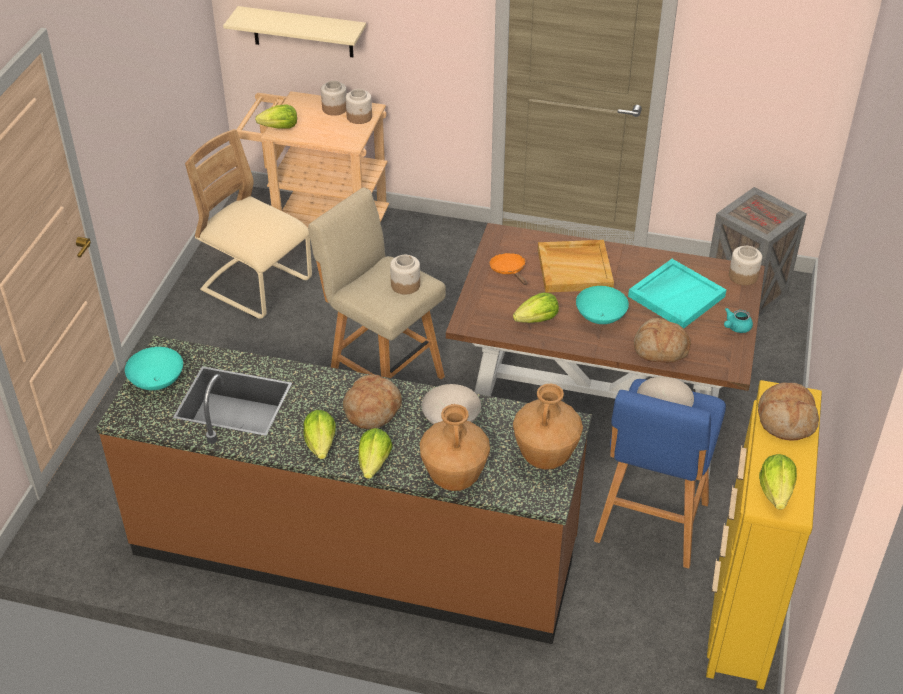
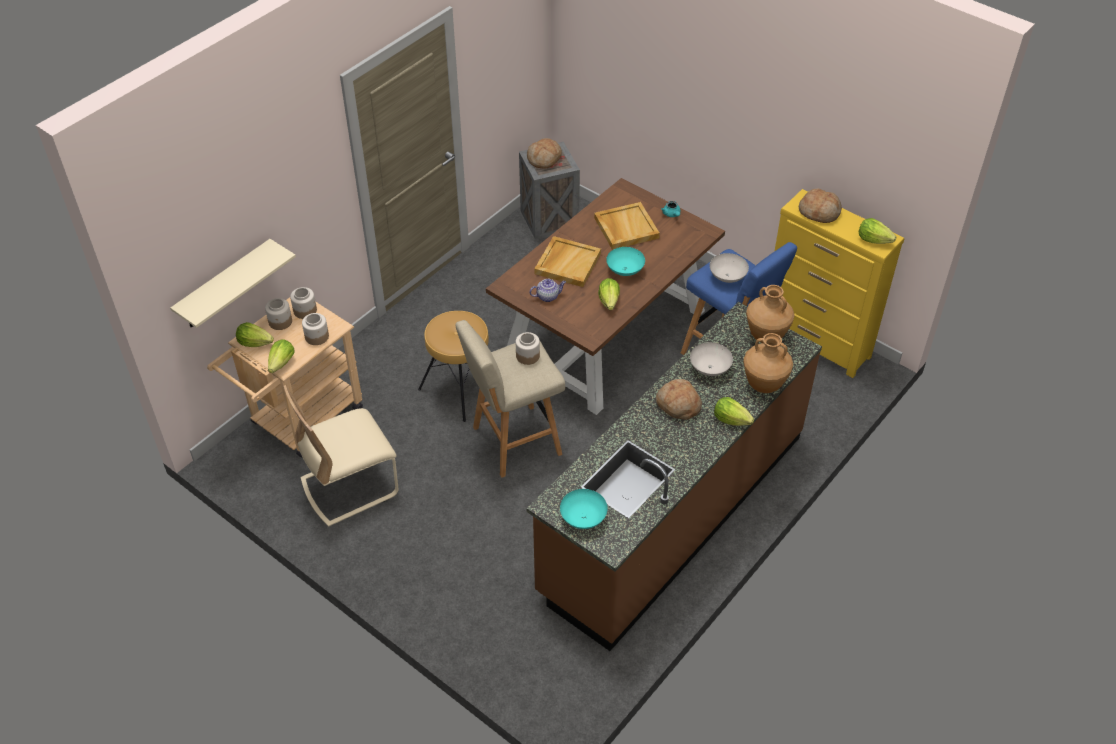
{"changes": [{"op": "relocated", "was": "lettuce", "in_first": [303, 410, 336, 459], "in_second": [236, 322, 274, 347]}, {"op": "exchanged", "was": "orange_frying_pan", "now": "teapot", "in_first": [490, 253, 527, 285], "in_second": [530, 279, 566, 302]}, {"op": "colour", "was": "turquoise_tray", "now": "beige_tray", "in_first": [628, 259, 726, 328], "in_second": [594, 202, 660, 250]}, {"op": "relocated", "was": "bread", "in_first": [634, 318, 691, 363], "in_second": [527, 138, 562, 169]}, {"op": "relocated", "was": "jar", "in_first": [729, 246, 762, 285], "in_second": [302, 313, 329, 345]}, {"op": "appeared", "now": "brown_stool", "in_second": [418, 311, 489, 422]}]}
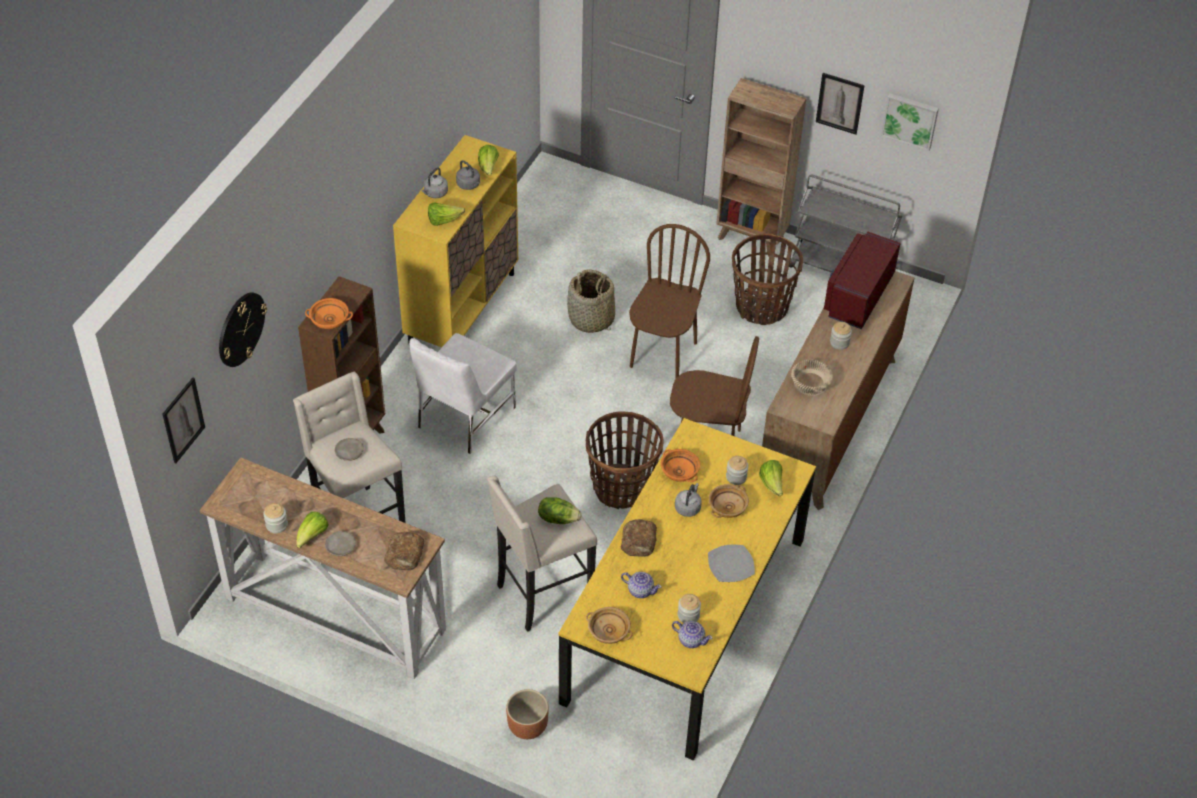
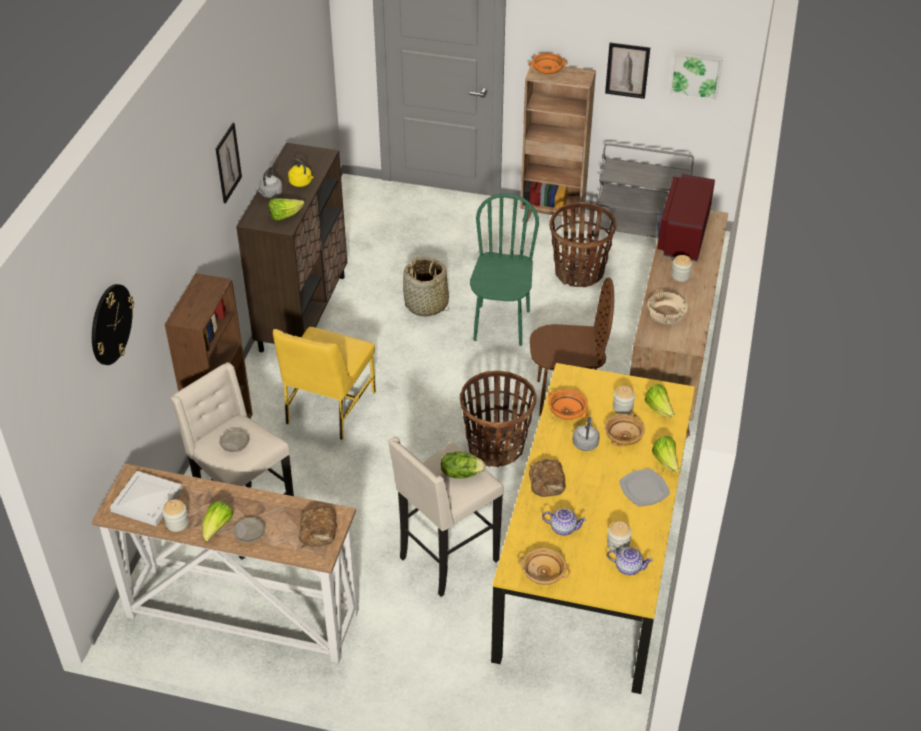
{"changes": [{"op": "relocated", "was": "picture", "in_first": [163, 378, 205, 463], "in_second": [216, 123, 242, 204]}, {"op": "relocated", "was": "orange_bowl", "in_first": [305, 298, 353, 329], "in_second": [529, 53, 568, 75]}, {"op": "colour", "was": "yellow_cabinet", "now": "brown_cabinet", "in_first": [393, 135, 518, 347], "in_second": [236, 143, 347, 352]}, {"op": "colour", "was": "white_chair", "now": "yellow_chair", "in_first": [409, 333, 517, 454], "in_second": [273, 327, 376, 440]}, {"op": "colour", "was": "grey_kettle", "now": "yellow_kettle", "in_first": [456, 160, 480, 190], "in_second": [288, 158, 313, 187]}, {"op": "relocated", "was": "lettuce", "in_first": [478, 145, 499, 176], "in_second": [652, 436, 679, 472]}, {"op": "missing", "was": "brown_planter", "in_first": [506, 689, 549, 739]}, {"op": "colour", "was": "brown_chair", "now": "green_chair", "in_first": [629, 224, 710, 378], "in_second": [470, 193, 539, 346]}, {"op": "appeared", "now": "white_tray", "in_second": [110, 471, 182, 526]}]}
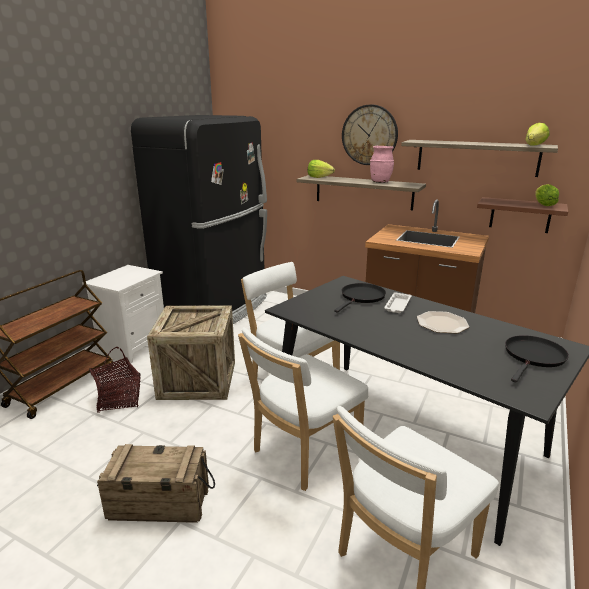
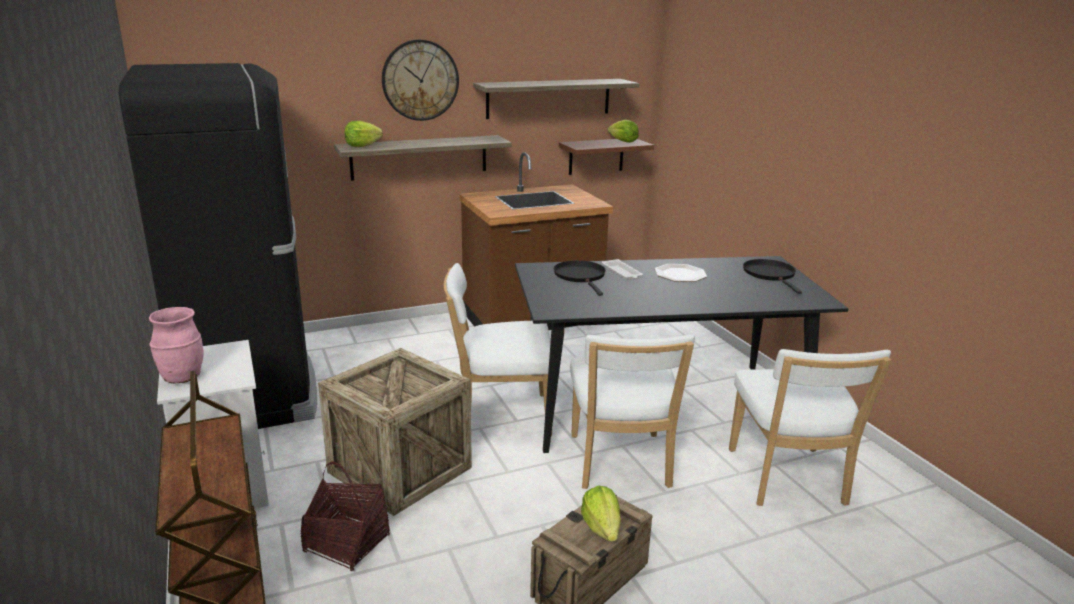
{"changes": [{"op": "relocated", "was": "pink_vase", "in_first": [370, 146, 394, 183], "in_second": [149, 307, 204, 384]}, {"op": "relocated", "was": "lettuce", "in_first": [525, 123, 549, 146], "in_second": [581, 486, 621, 541]}]}
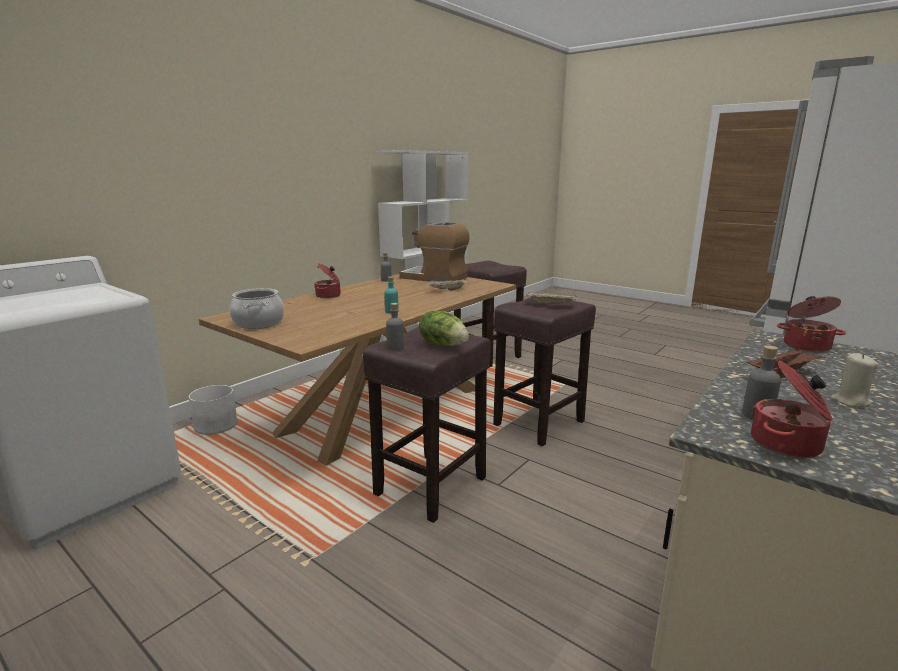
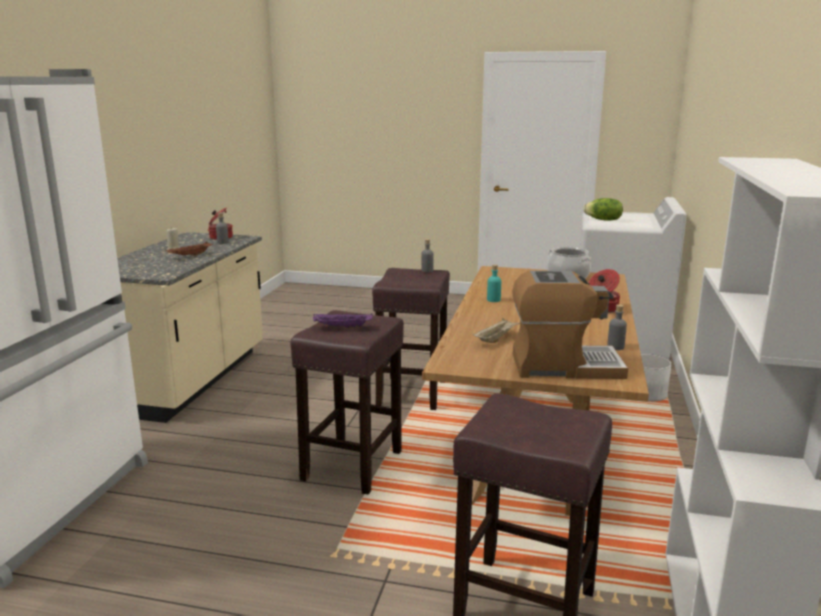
{"changes": [{"op": "relocated", "was": "lettuce", "in_first": [419, 311, 469, 347], "in_second": [583, 198, 623, 221]}, {"op": "colour", "was": "beige_tray", "now": "purple_tray", "in_first": [526, 292, 577, 306], "in_second": [313, 313, 373, 329]}, {"op": "missing", "was": "cooking_pot", "in_first": [777, 296, 846, 352]}]}
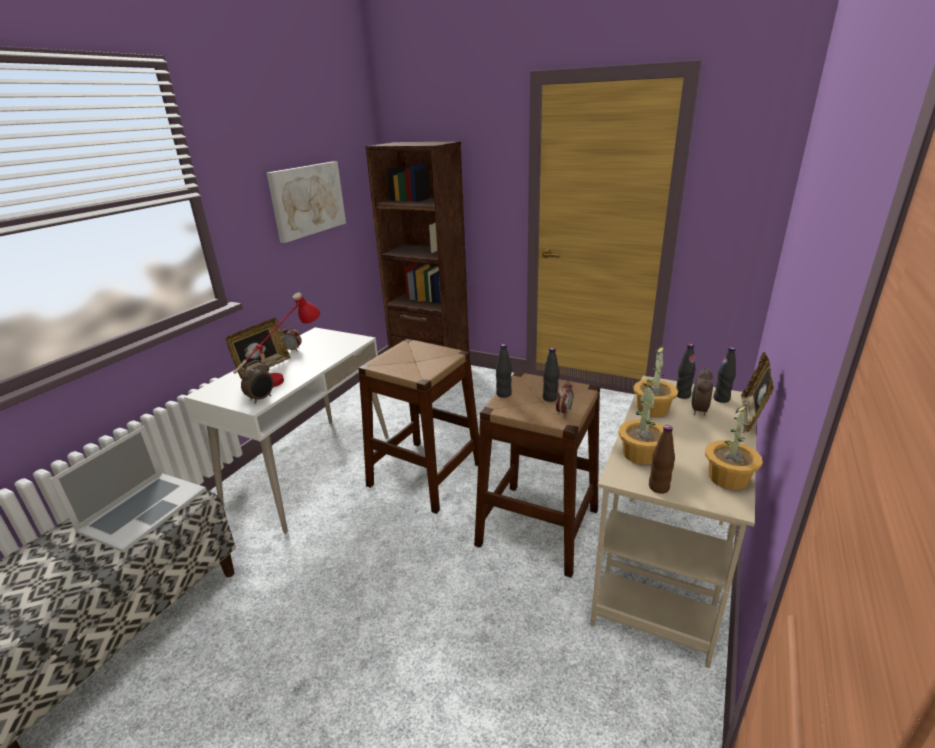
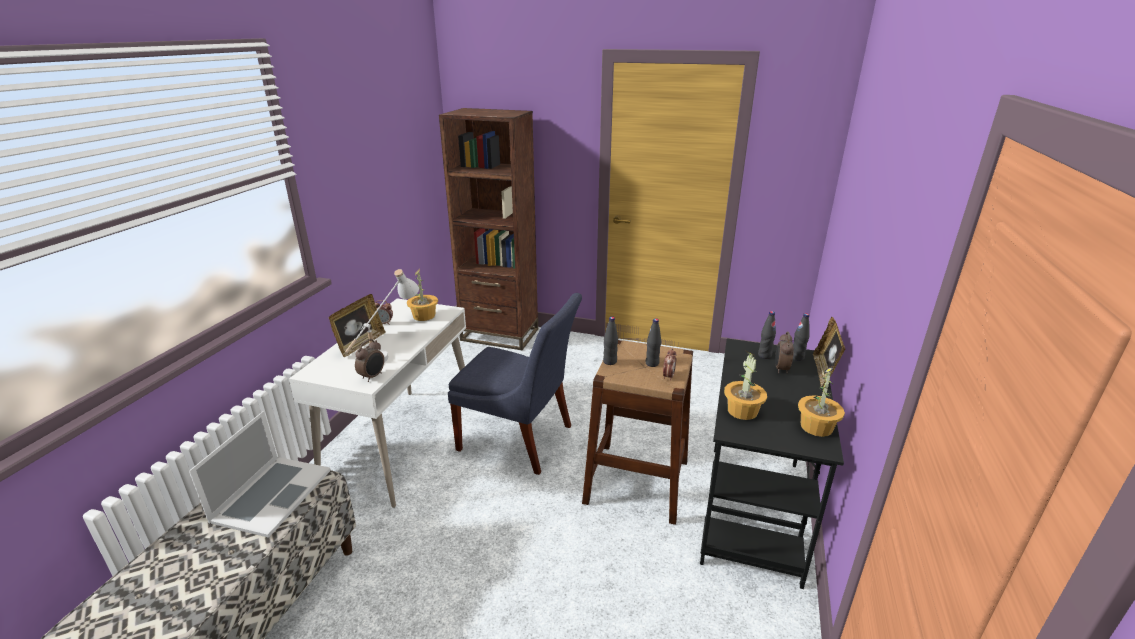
{"changes": [{"op": "colour", "was": "red_table_lamp", "now": "white_table_lamp", "in_first": [233, 292, 320, 387], "in_second": [345, 269, 419, 362]}, {"op": "missing", "was": "picture", "in_first": [267, 161, 346, 243]}, {"op": "exchanged", "was": "brown_stool", "now": "blue_chair", "in_first": [358, 339, 479, 514], "in_second": [448, 293, 582, 475]}, {"op": "colour", "was": "beige_desk", "now": "black_desk", "in_first": [590, 376, 756, 668], "in_second": [700, 338, 844, 589]}, {"op": "relocated", "was": "potted_plant", "in_first": [633, 345, 678, 417], "in_second": [407, 269, 438, 321]}, {"op": "missing", "was": "brown_bottle", "in_first": [649, 425, 675, 494]}]}
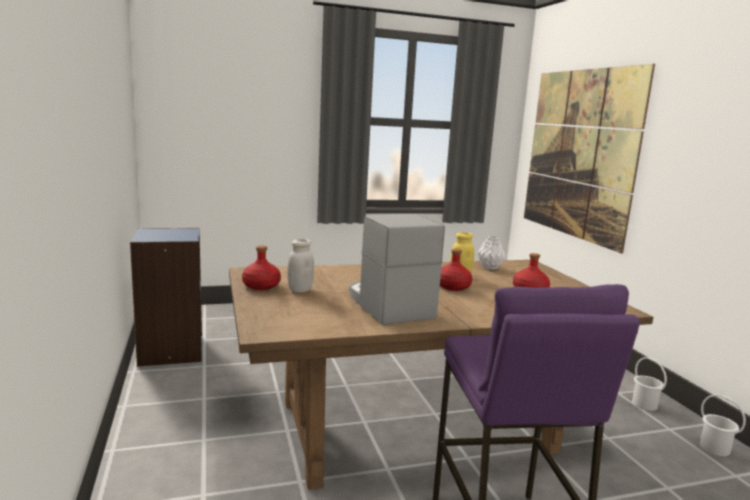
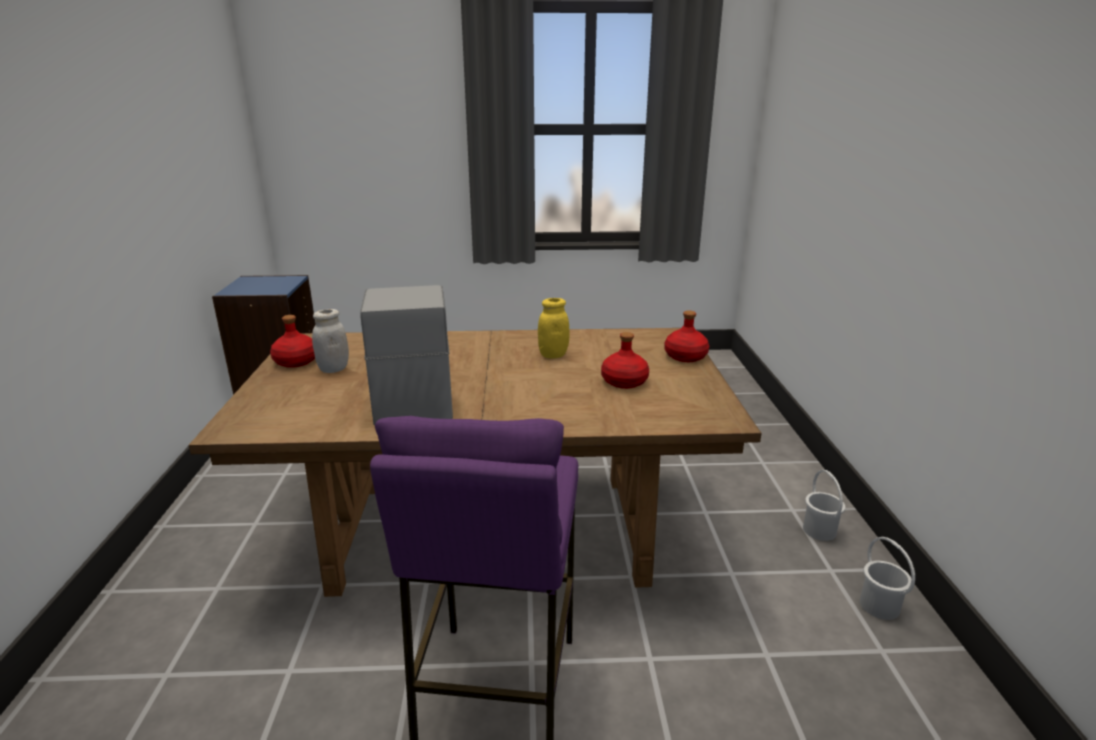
{"changes": [{"op": "relocated", "was": "red_bottle", "in_first": [440, 249, 472, 291], "in_second": [664, 310, 709, 362]}, {"op": "missing", "was": "white_vase", "in_first": [478, 236, 506, 269]}, {"op": "missing", "was": "picture", "in_first": [524, 64, 655, 253]}]}
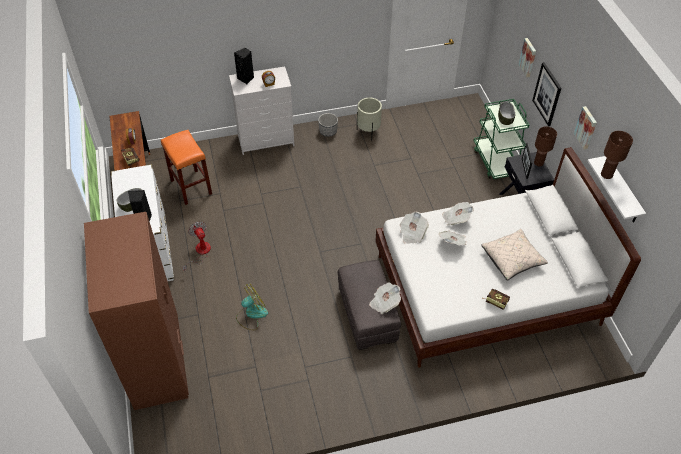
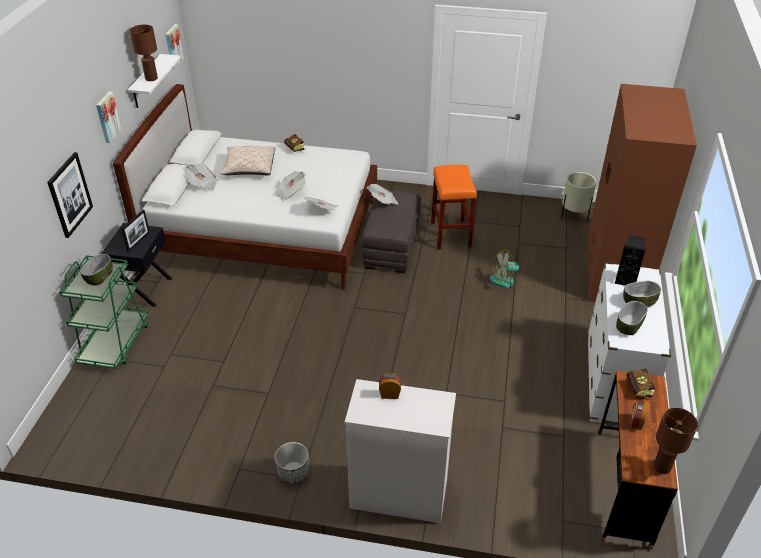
{"changes": [{"op": "relocated", "was": "orange_stool", "in_first": [161, 130, 212, 205], "in_second": [431, 165, 477, 249]}, {"op": "missing", "was": "fan", "in_first": [182, 221, 211, 271]}, {"op": "missing", "was": "black_speaker", "in_first": [234, 48, 254, 85]}, {"op": "relocated", "was": "beige_planter", "in_first": [357, 98, 382, 141], "in_second": [561, 172, 597, 222]}, {"op": "relocated", "was": "newspaper", "in_first": [442, 202, 474, 225], "in_second": [185, 164, 218, 191]}, {"op": "relocated", "was": "picture", "in_first": [519, 38, 536, 77], "in_second": [165, 24, 184, 69]}, {"op": "relocated", "was": "brown_table_lamp", "in_first": [534, 126, 557, 166], "in_second": [653, 408, 698, 474]}, {"op": "appeared", "now": "bowl", "in_second": [616, 301, 648, 335]}]}
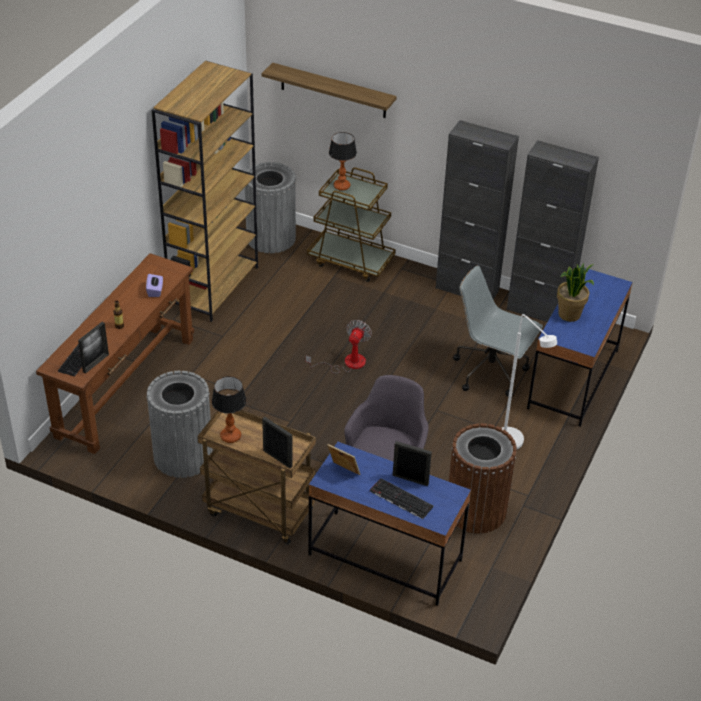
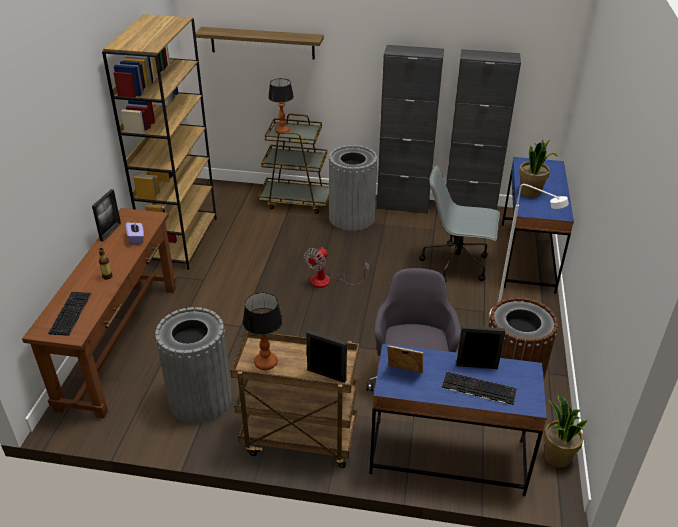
{"changes": [{"op": "relocated", "was": "picture_frame", "in_first": [78, 322, 109, 374], "in_second": [92, 189, 121, 242]}, {"op": "relocated", "was": "grey_trash_can", "in_first": [245, 162, 296, 253], "in_second": [329, 145, 378, 231]}, {"op": "spun", "was": "fan", "in_first": [306, 320, 372, 374], "in_second": [304, 247, 369, 288], "clockwise": -150}, {"op": "appeared", "now": "potted_plant", "in_second": [544, 395, 588, 468]}]}
